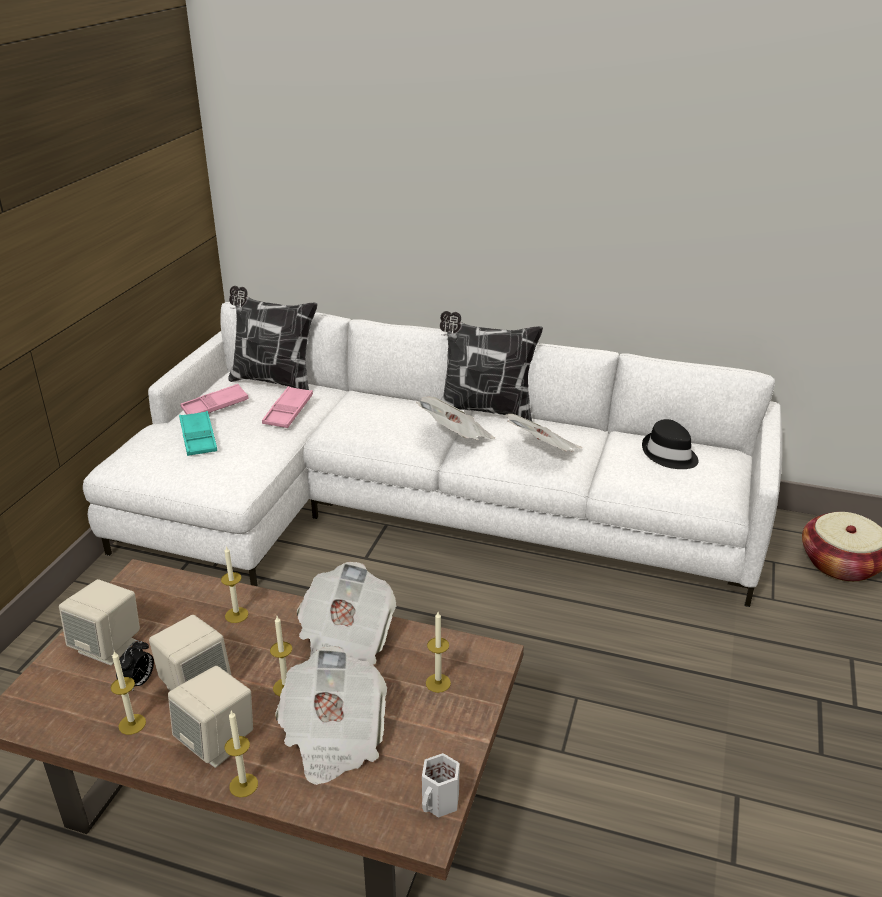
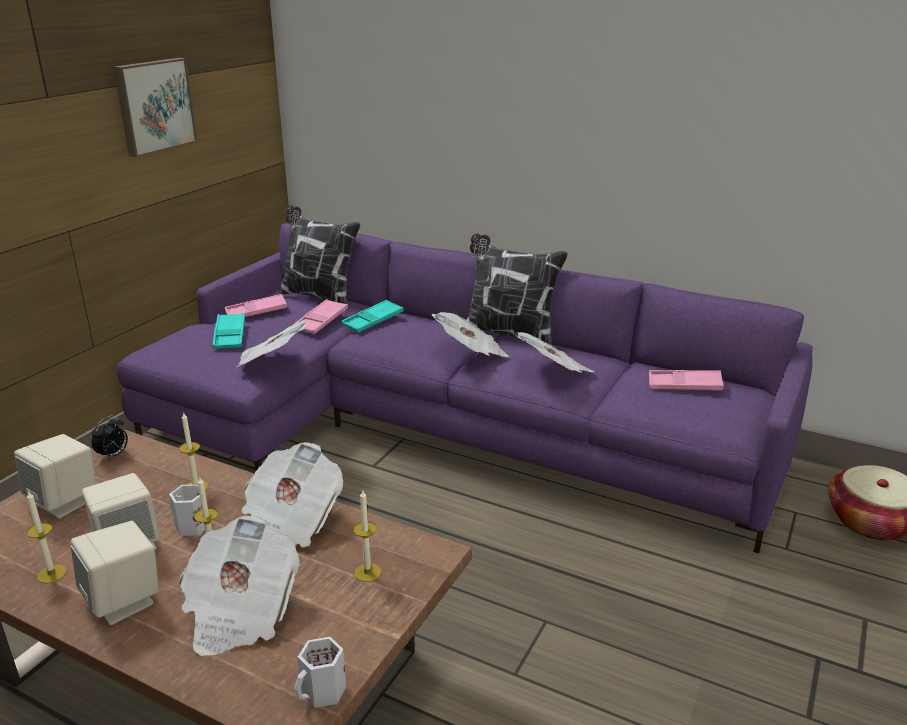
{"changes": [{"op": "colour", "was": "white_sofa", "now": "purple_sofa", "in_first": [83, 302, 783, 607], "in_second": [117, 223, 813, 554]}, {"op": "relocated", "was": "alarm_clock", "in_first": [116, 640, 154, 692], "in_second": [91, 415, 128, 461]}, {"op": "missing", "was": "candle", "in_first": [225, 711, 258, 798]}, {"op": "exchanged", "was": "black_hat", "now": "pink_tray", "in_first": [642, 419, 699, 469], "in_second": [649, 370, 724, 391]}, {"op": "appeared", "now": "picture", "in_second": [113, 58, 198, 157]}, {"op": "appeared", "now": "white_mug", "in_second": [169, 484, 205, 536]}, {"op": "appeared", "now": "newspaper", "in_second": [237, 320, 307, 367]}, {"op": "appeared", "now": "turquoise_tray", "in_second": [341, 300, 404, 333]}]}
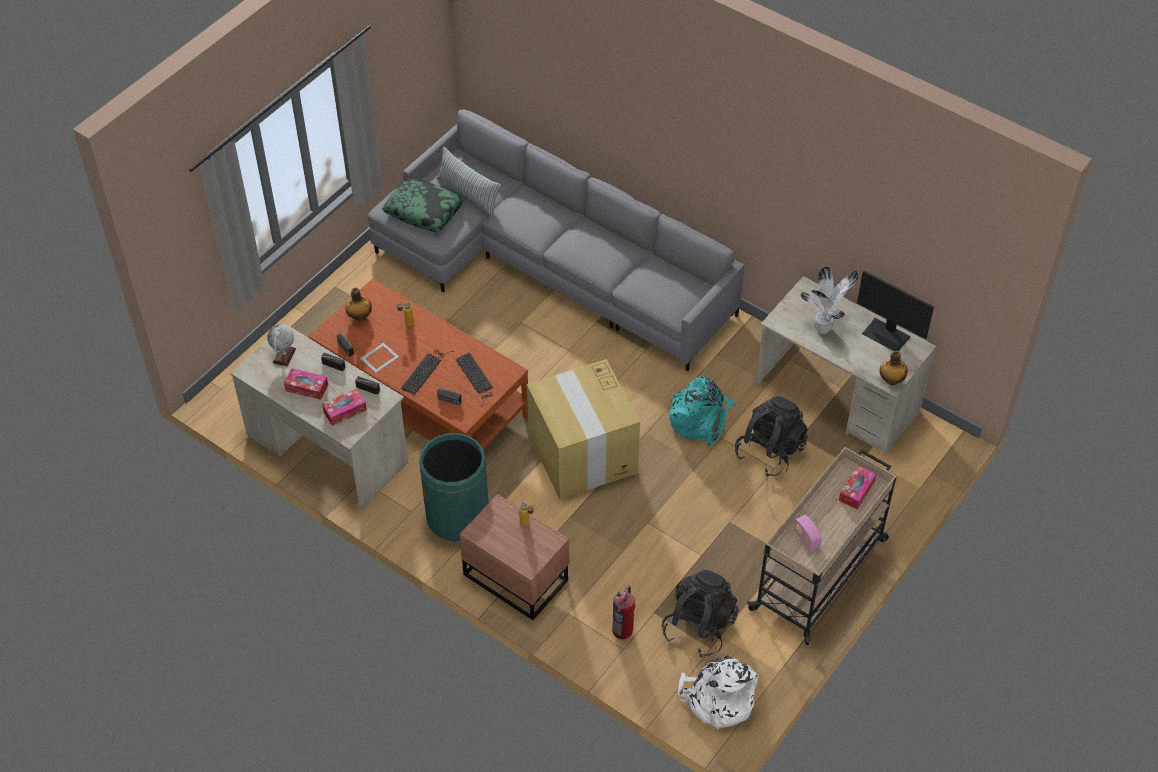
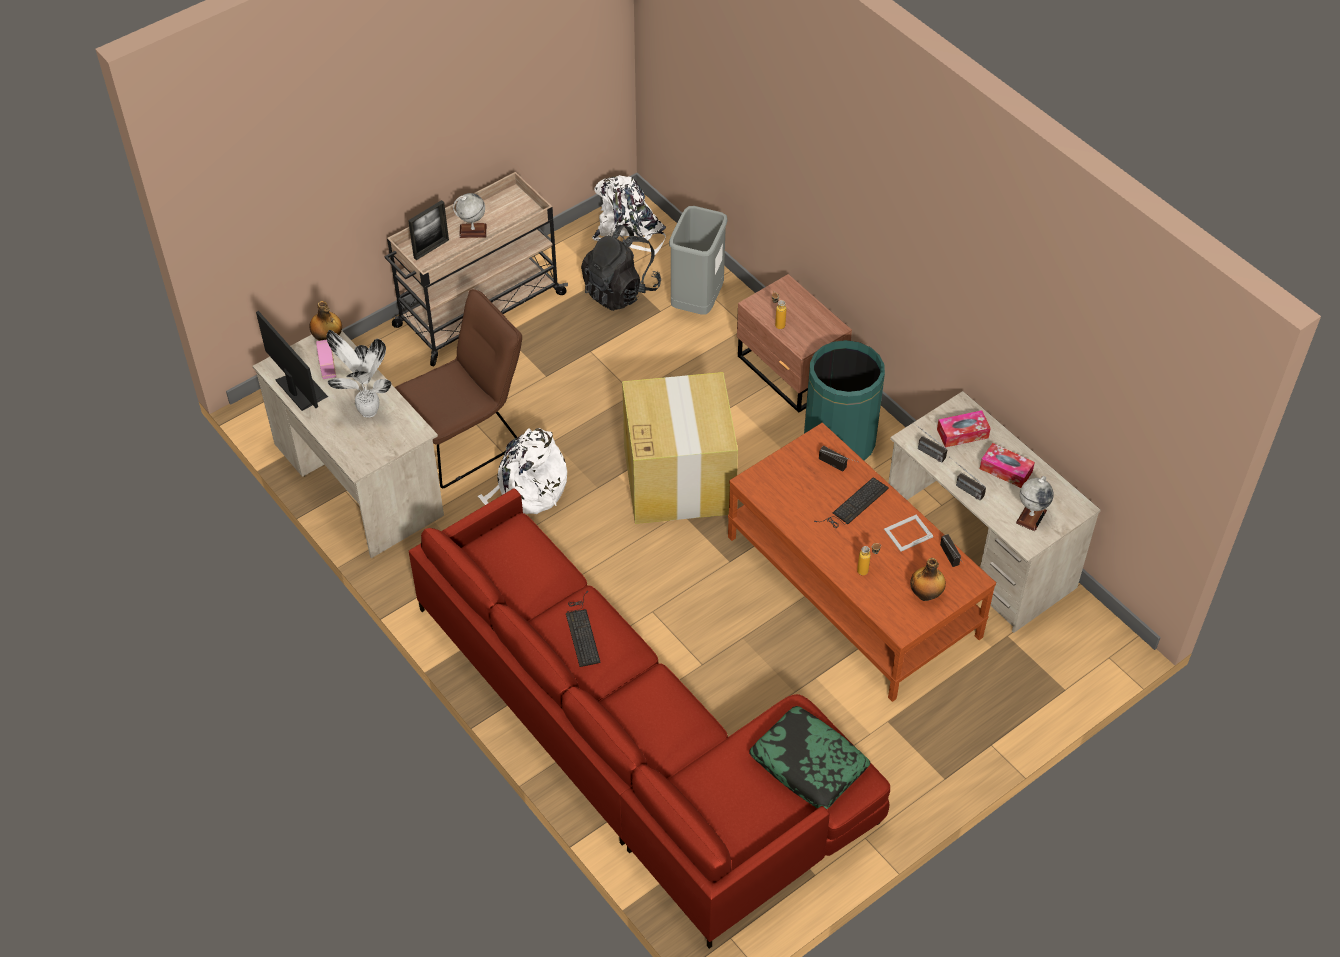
{"changes": [{"op": "colour", "was": "grey_sofa", "now": "red_sofa", "in_first": [368, 109, 744, 371], "in_second": [409, 488, 890, 949]}, {"op": "missing", "was": "pillow", "in_first": [436, 147, 501, 217]}, {"op": "relocated", "was": "keyboard", "in_first": [455, 353, 493, 407], "in_second": [566, 591, 601, 667]}, {"op": "exchanged", "was": "fire_extinguisher", "now": "grey_trash_can", "in_first": [612, 585, 635, 639], "in_second": [669, 206, 728, 315]}, {"op": "colour", "was": "turquoise_backpack", "now": "white_backpack", "in_first": [669, 376, 737, 446], "in_second": [478, 428, 567, 514]}, {"op": "exchanged", "was": "black_backpack", "now": "brown_chair", "in_first": [735, 396, 808, 477], "in_second": [394, 289, 522, 488]}, {"op": "relocated", "was": "radio", "in_first": [794, 515, 822, 552], "in_second": [316, 340, 336, 379]}, {"op": "exchanged", "was": "tissue_box", "now": "picture_frame", "in_first": [839, 465, 877, 509], "in_second": [408, 200, 449, 260]}, {"op": "appeared", "now": "globe", "in_second": [453, 193, 487, 238]}]}
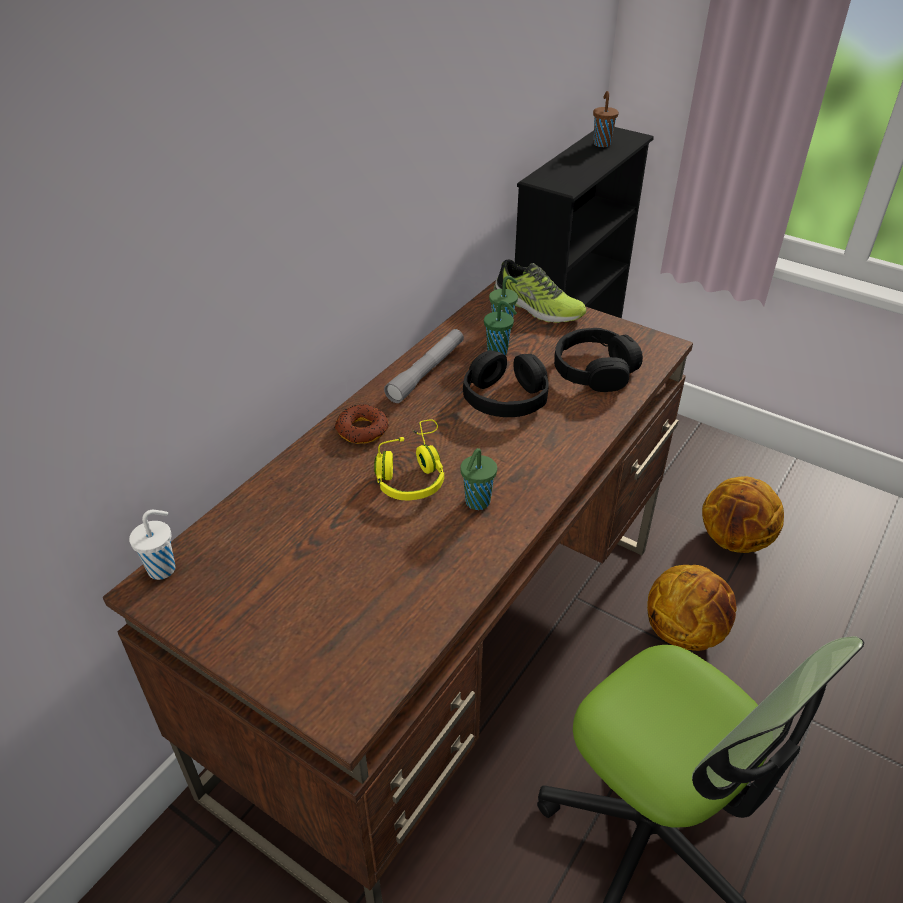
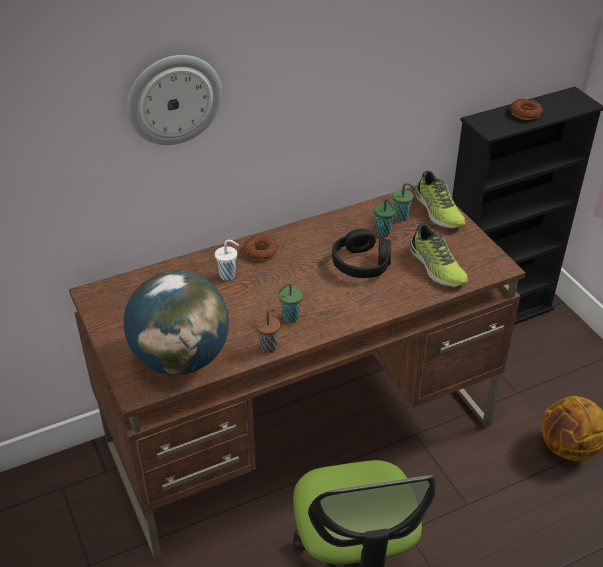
{"changes": [{"op": "relocated", "was": "white_cup", "in_first": [129, 510, 175, 580], "in_second": [215, 240, 239, 281]}, {"op": "missing", "was": "yellow_headphones", "in_first": [374, 419, 444, 500]}, {"op": "missing", "was": "grey_flashlight", "in_first": [384, 329, 464, 403]}, {"op": "exchanged", "was": "black_headphones", "now": "shoe", "in_first": [554, 328, 643, 392], "in_second": [409, 224, 468, 287]}, {"op": "relocated", "was": "brown_cup", "in_first": [593, 91, 619, 147], "in_second": [256, 308, 280, 353]}, {"op": "missing", "was": "basketball", "in_first": [647, 565, 736, 651]}, {"op": "appeared", "now": "globe", "in_second": [124, 270, 229, 375]}, {"op": "appeared", "now": "wall_clock", "in_second": [127, 55, 222, 145]}, {"op": "appeared", "now": "donut", "in_second": [510, 99, 543, 120]}]}
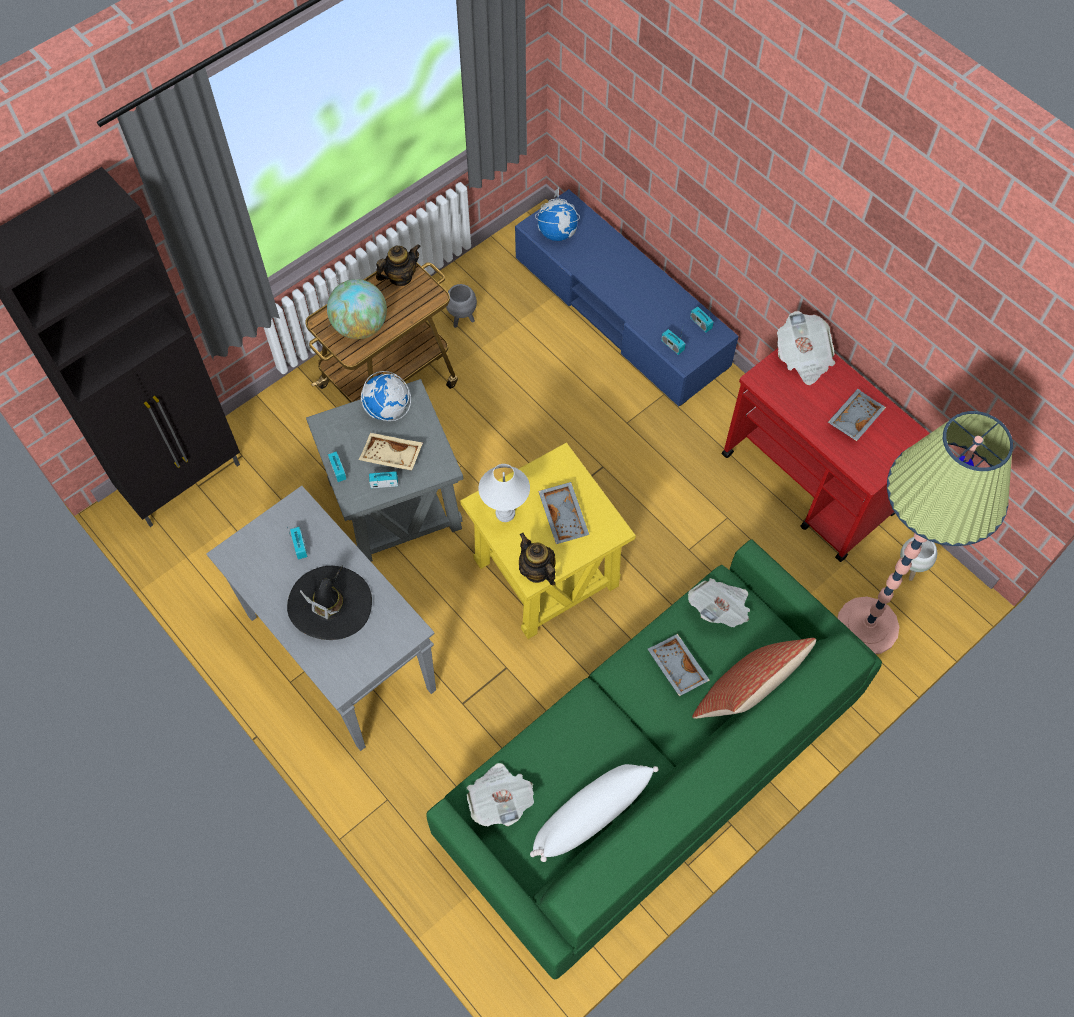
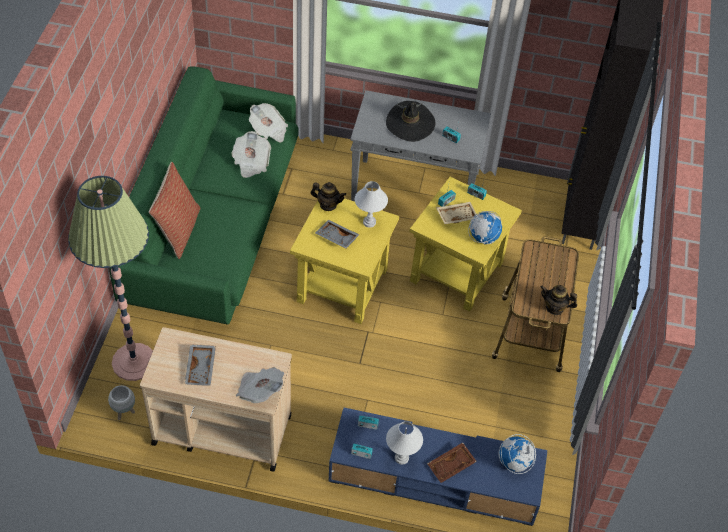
{"changes": [{"op": "colour", "was": "grey_side_table", "now": "yellow_side_table", "in_first": [306, 379, 463, 561], "in_second": [409, 177, 522, 312]}, {"op": "missing", "was": "globe", "in_first": [327, 279, 387, 339]}, {"op": "spun", "was": "teapot", "in_first": [376, 244, 421, 286], "in_second": [540, 285, 577, 315], "clockwise": 90}, {"op": "missing", "was": "grey_planter", "in_first": [446, 284, 477, 328]}, {"op": "missing", "was": "white_pillow", "in_first": [530, 764, 659, 862]}, {"op": "missing", "was": "grey_tray", "in_first": [648, 634, 710, 696]}, {"op": "relocated", "was": "newspaper", "in_first": [688, 578, 750, 627], "in_second": [231, 131, 271, 178]}, {"op": "colour", "was": "red_cart", "now": "beige_cart", "in_first": [722, 348, 930, 562], "in_second": [140, 327, 292, 472]}, {"op": "appeared", "now": "white_table_lamp", "in_second": [386, 421, 423, 464]}, {"op": "appeared", "now": "brown_tray", "in_second": [427, 442, 477, 483]}]}
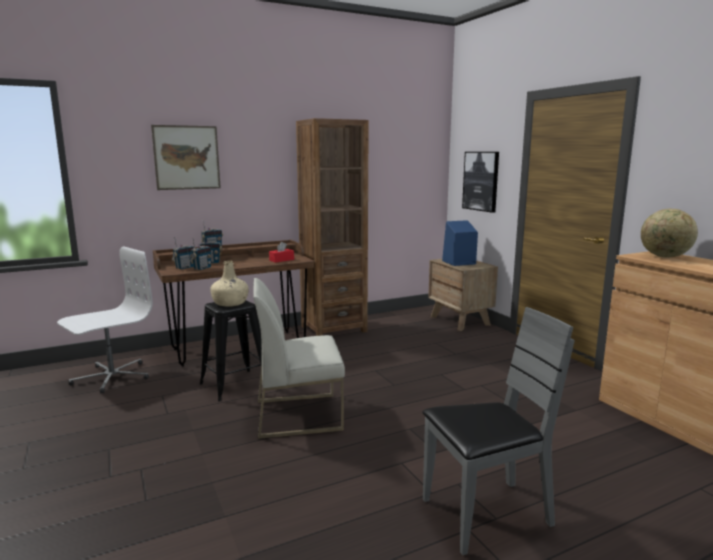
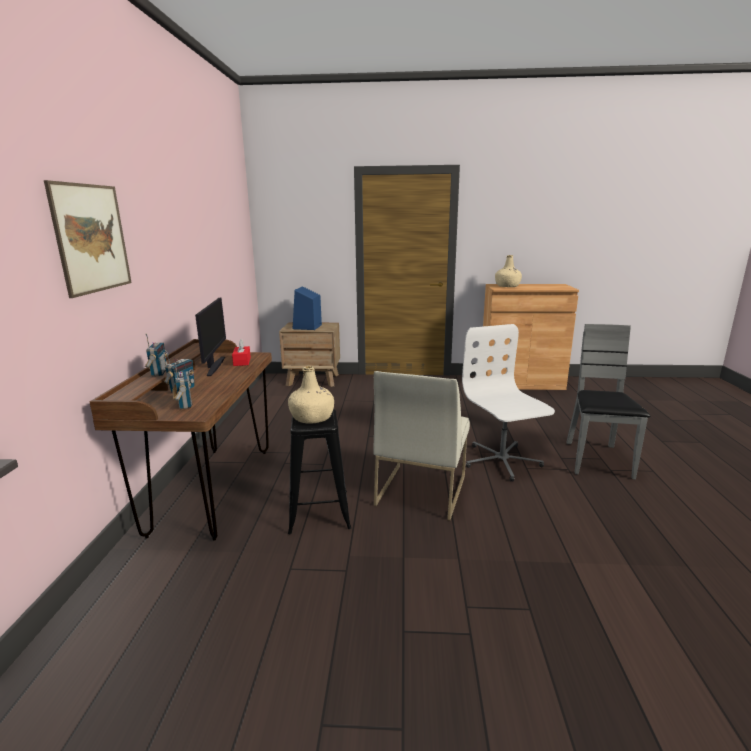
{"changes": [{"op": "relocated", "was": "white_office_chair", "in_first": [57, 246, 153, 394], "in_second": [462, 324, 555, 481]}, {"op": "missing", "was": "radio", "in_first": [190, 239, 211, 270]}, {"op": "missing", "was": "brown_bookcase", "in_first": [296, 118, 369, 336]}, {"op": "missing", "was": "picture", "in_first": [462, 152, 499, 213]}, {"op": "exchanged", "was": "globe", "now": "beige_bottle", "in_first": [641, 209, 698, 258], "in_second": [495, 255, 522, 287]}, {"op": "appeared", "now": "monitor", "in_second": [195, 298, 226, 376]}]}
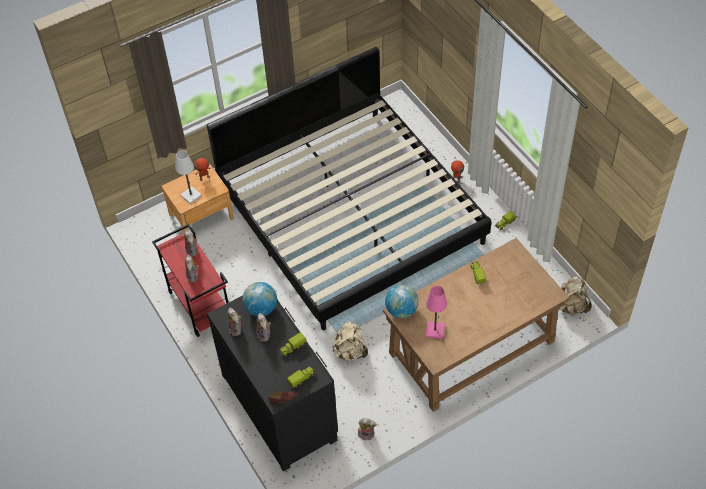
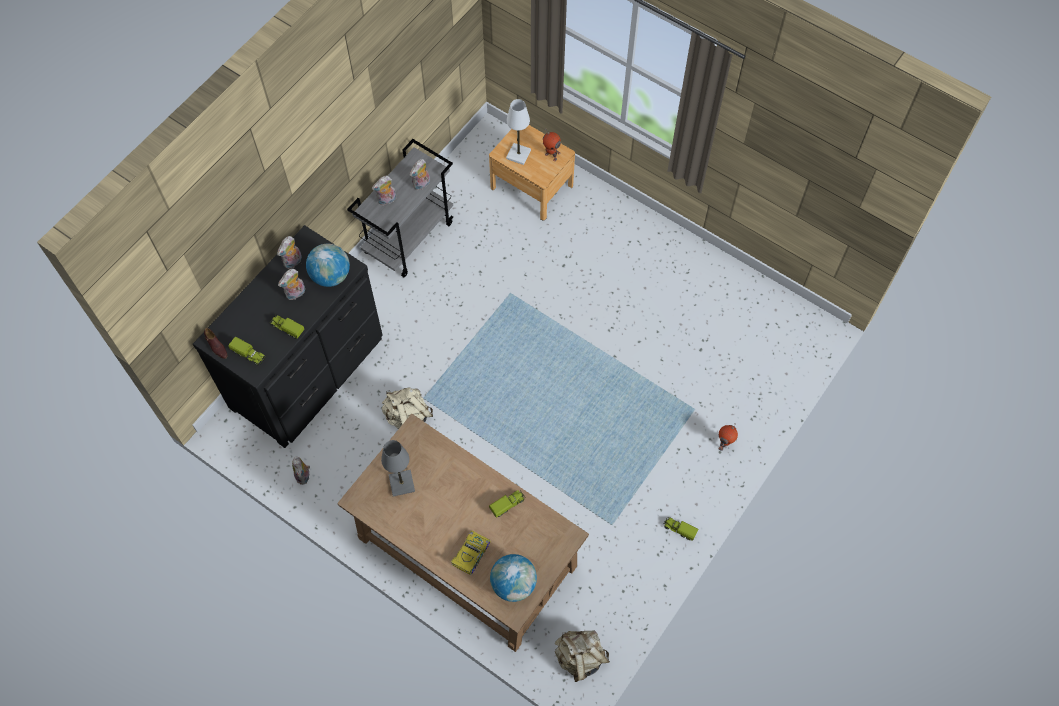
{"changes": [{"op": "colour", "was": "red_cart", "now": "grey_cart", "in_first": [152, 224, 229, 337], "in_second": [347, 139, 453, 277]}, {"op": "missing", "was": "bed", "in_first": [207, 47, 492, 330]}, {"op": "relocated", "was": "globe", "in_first": [385, 285, 419, 318], "in_second": [490, 554, 537, 602]}, {"op": "colour", "was": "pink_table_lamp", "now": "grey_table_lamp", "in_first": [425, 286, 447, 339], "in_second": [381, 440, 415, 497]}, {"op": "appeared", "now": "toy_car", "in_second": [451, 530, 491, 575]}]}
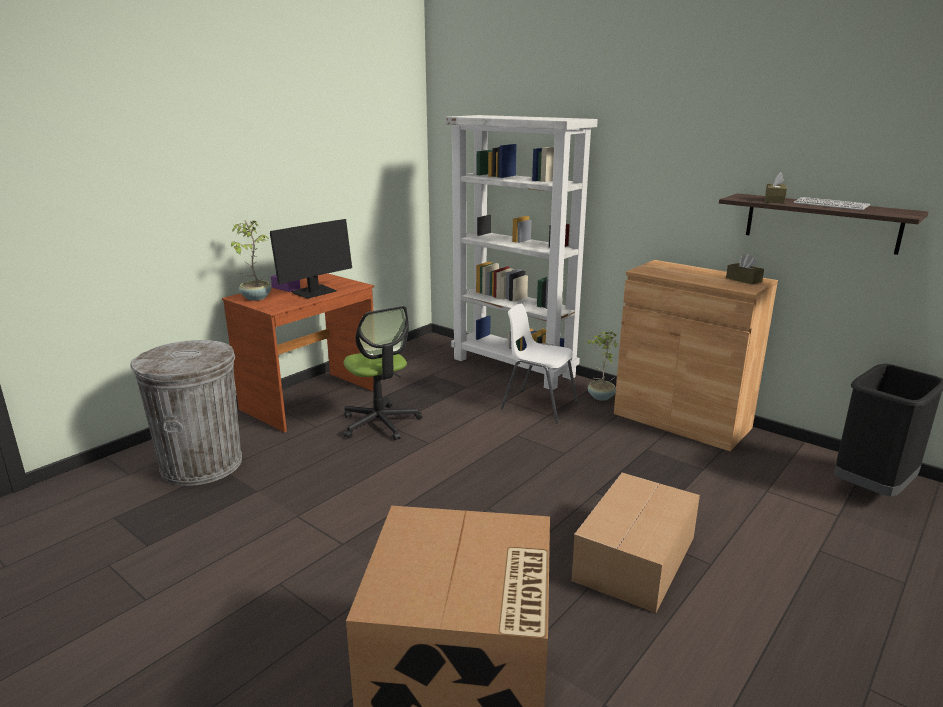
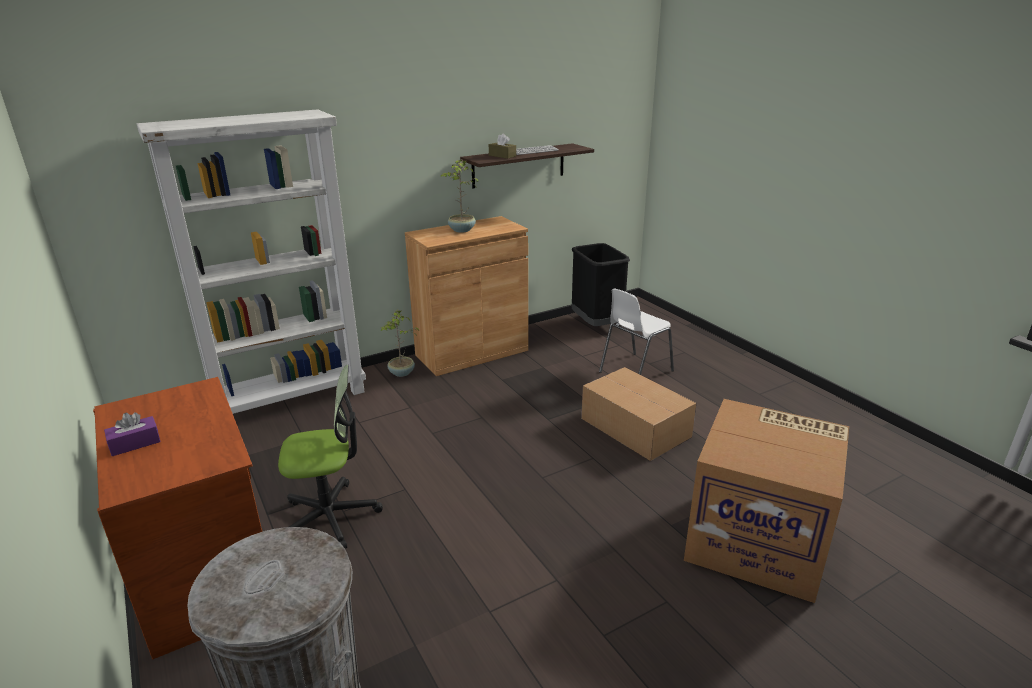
{"changes": [{"op": "relocated", "was": "potted_plant", "in_first": [231, 220, 271, 301], "in_second": [440, 159, 478, 233]}, {"op": "missing", "was": "monitor", "in_first": [270, 219, 352, 299]}, {"op": "relocated", "was": "white_chair", "in_first": [501, 304, 578, 423], "in_second": [599, 288, 674, 375]}, {"op": "missing", "was": "brown_tissue_box", "in_first": [726, 254, 764, 285]}]}
